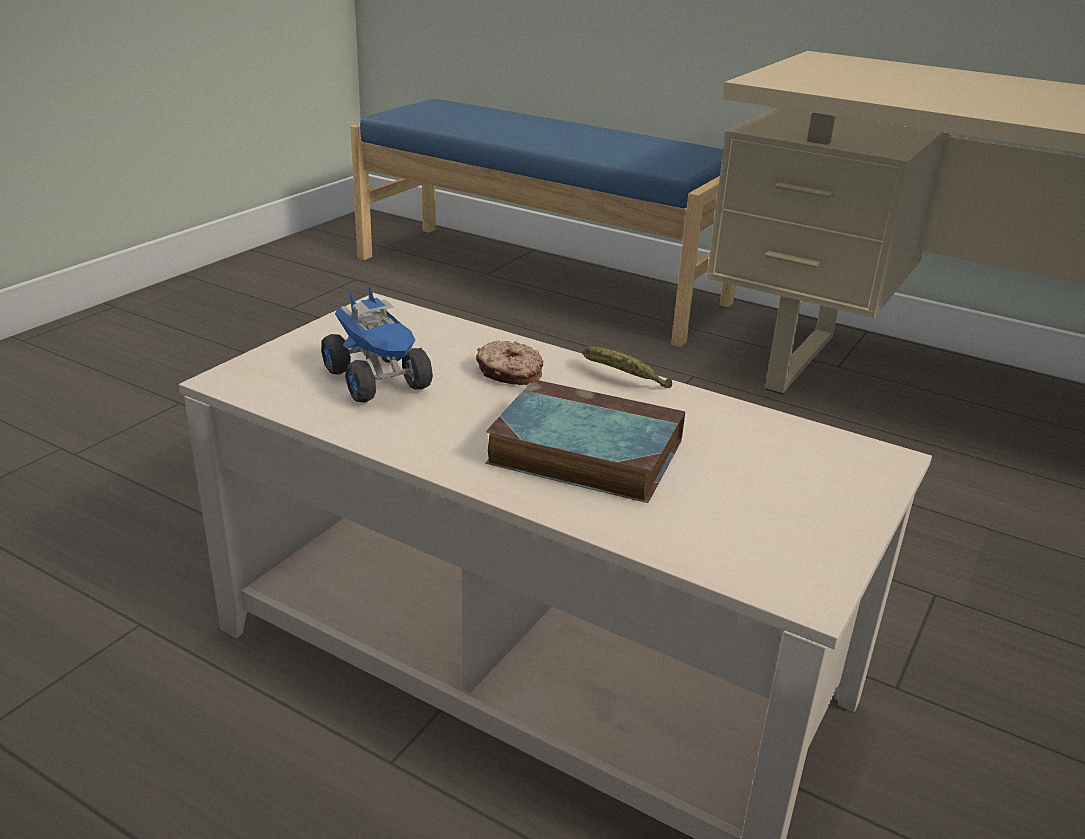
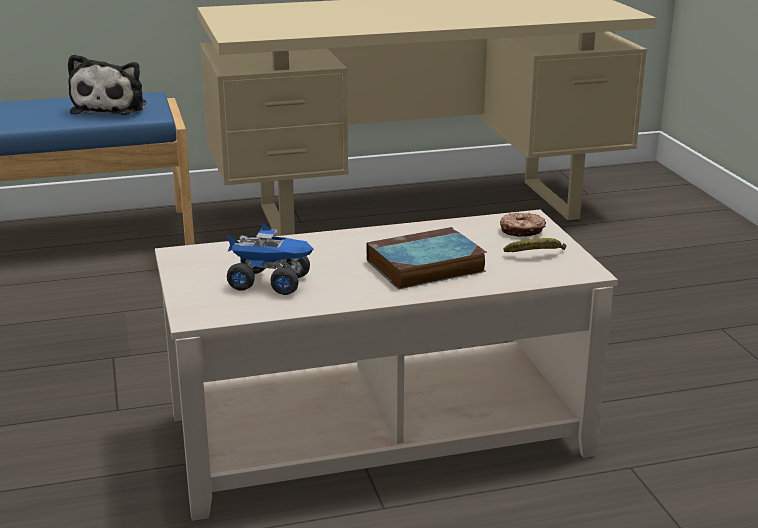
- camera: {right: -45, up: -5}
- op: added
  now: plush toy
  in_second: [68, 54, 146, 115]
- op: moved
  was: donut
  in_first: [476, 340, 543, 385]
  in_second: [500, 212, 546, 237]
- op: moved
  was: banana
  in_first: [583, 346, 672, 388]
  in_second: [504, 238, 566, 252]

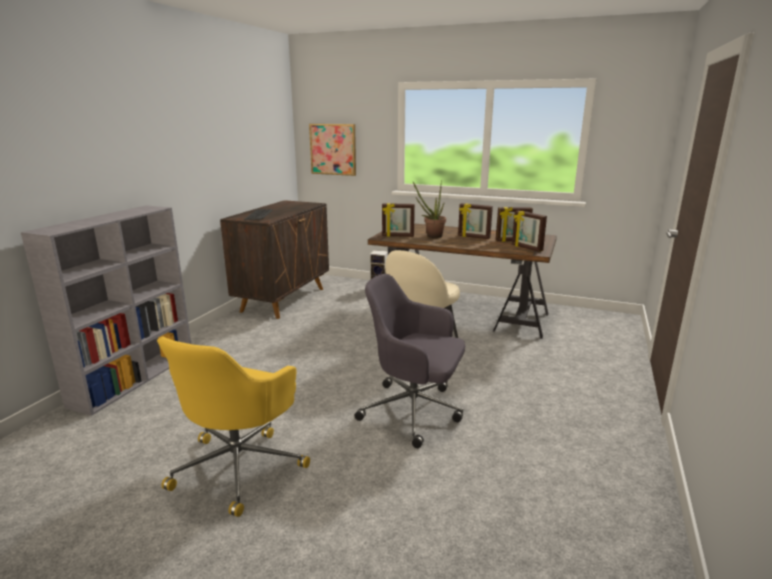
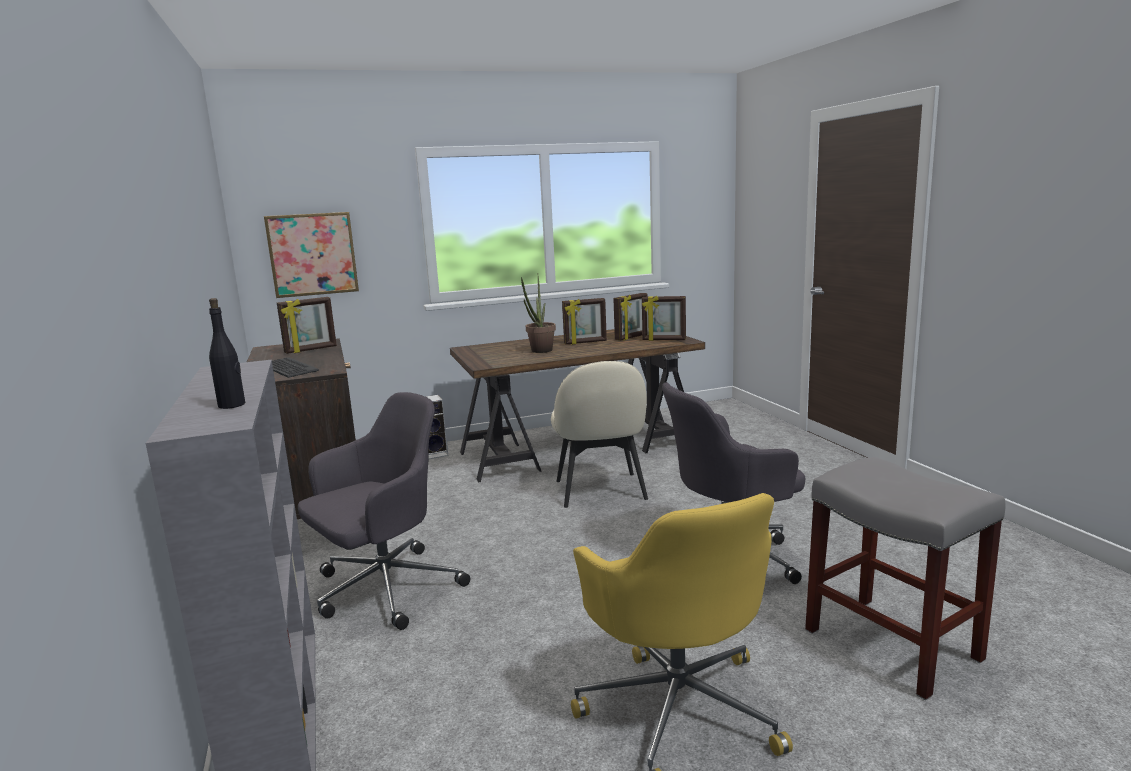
- camera: {right: -40, up: -5}
- op: added
  now: bottle (black)
  in_second: [209, 298, 245, 409]
- op: moved
  was: picture frame
  in_first: [382, 203, 415, 237]
  in_second: [277, 297, 337, 354]
- op: added
  now: office chair (grey)
  in_second: [298, 392, 470, 630]
- op: added
  now: stool (grey)
  in_second: [805, 457, 1006, 700]

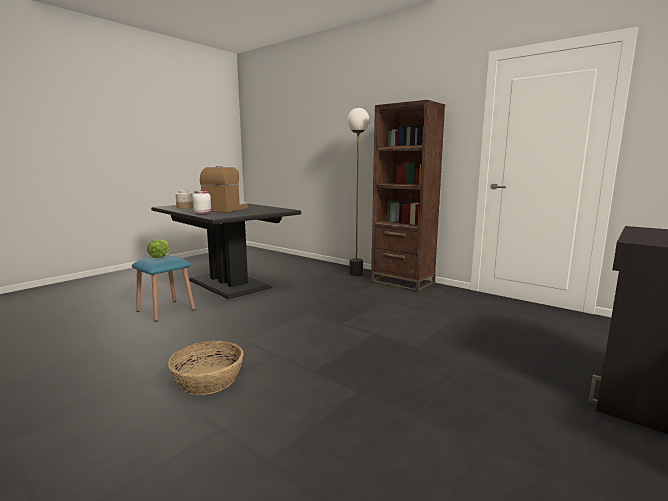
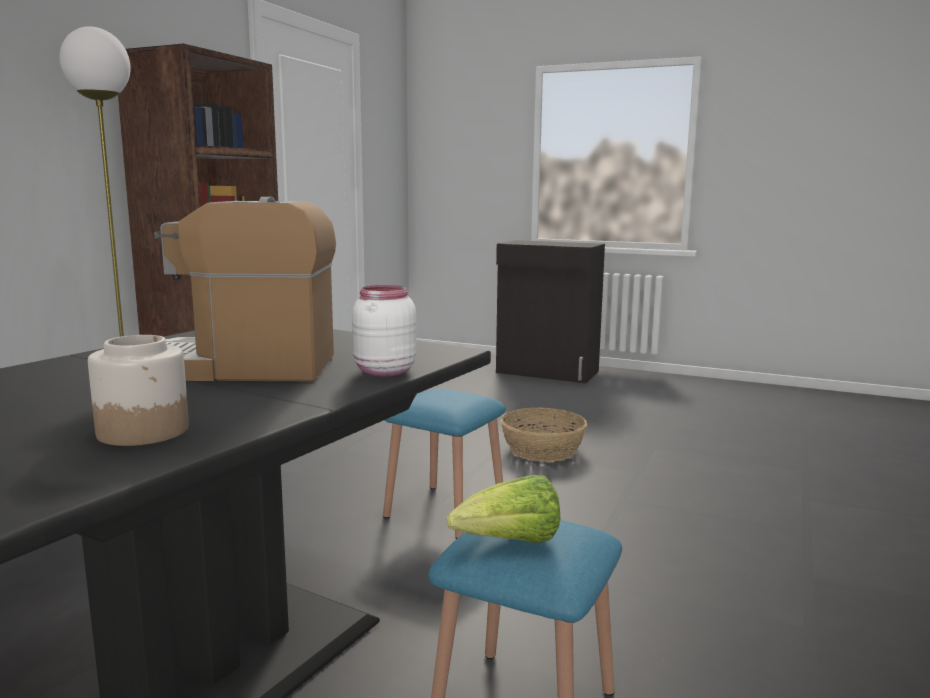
- camera: {right: -105, up: 0}
- op: added
  now: stool (blue)
  in_second: [383, 389, 506, 539]
- op: moved
  was: basket
  in_first: [168, 341, 244, 395]
  in_second: [500, 408, 588, 462]

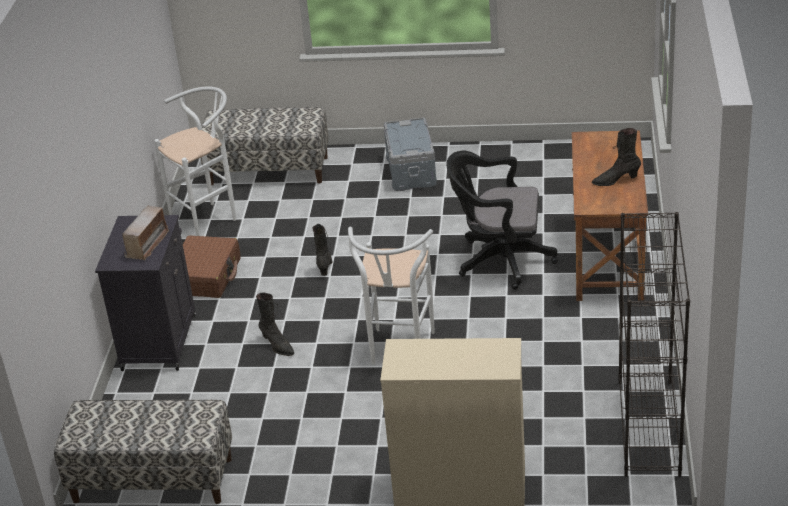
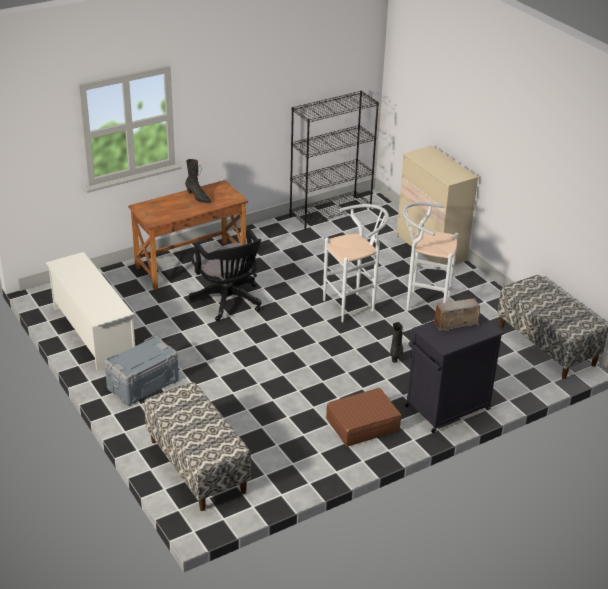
- camera: {right: -130, up: 0}
- op: added
  now: shoe rack (white)
  in_second: [46, 252, 135, 370]
- op: moved
  was: stool (white)
  in_first: [154, 86, 237, 236]
  in_second: [402, 202, 458, 310]
- op: removed
  was: boot (black)
  in_first: [312, 224, 333, 276]

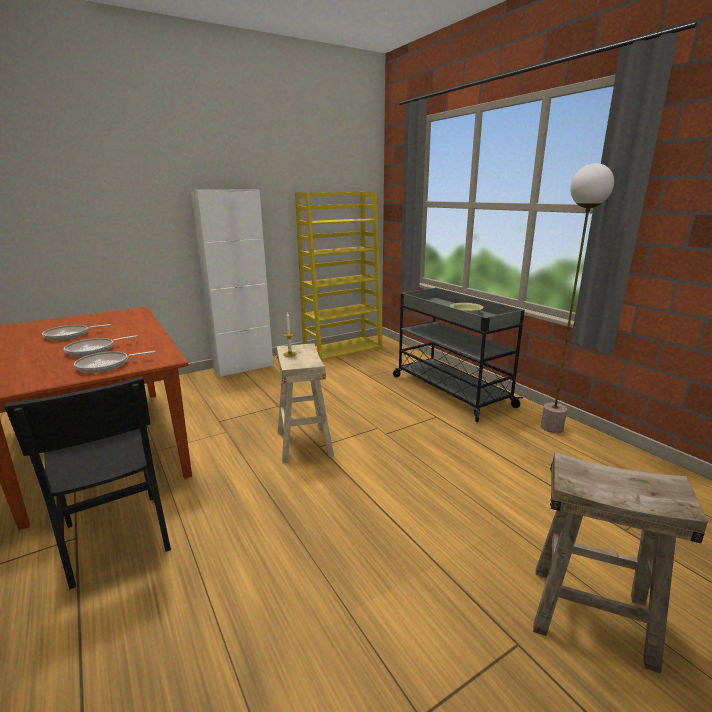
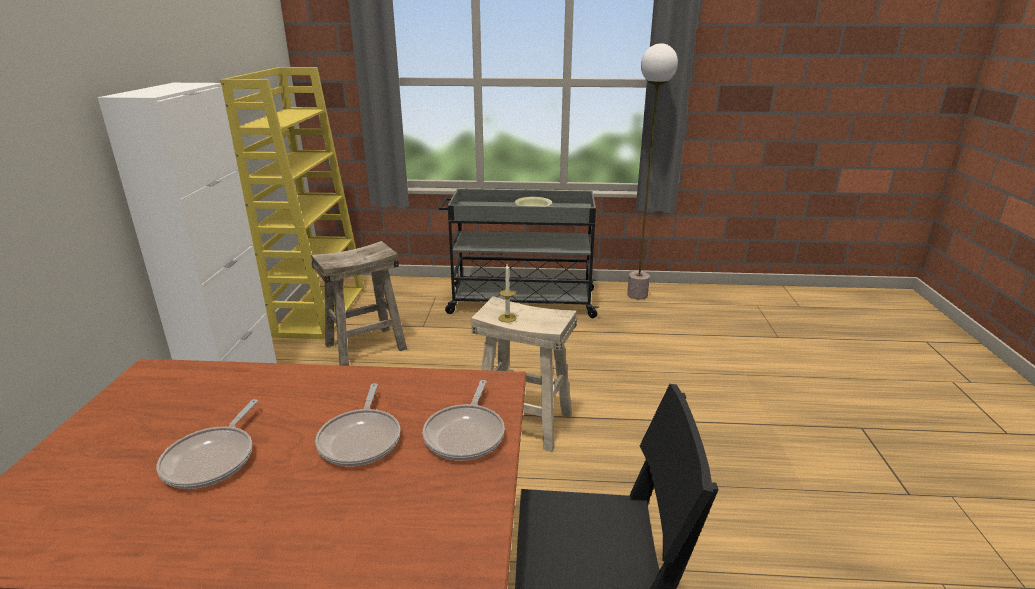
- camera: {right: -55, up: 5}
- op: moved
  was: stool (beige)
  in_first: [533, 452, 708, 674]
  in_second: [311, 241, 407, 366]

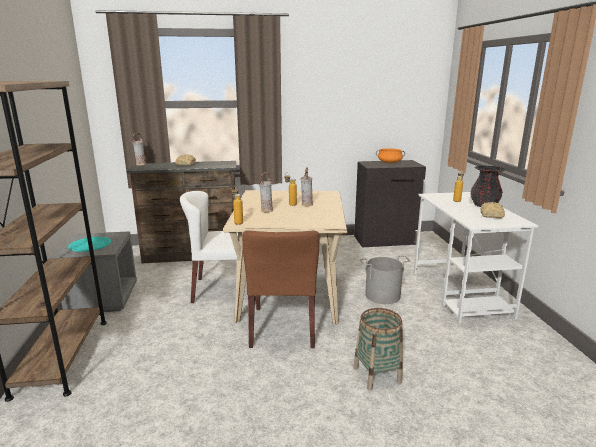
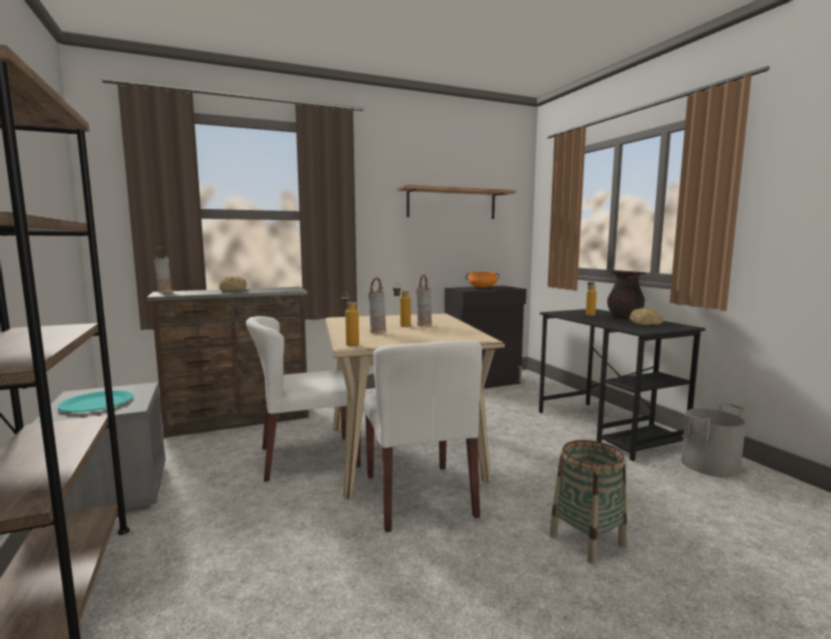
- camera: {right: -15, up: -10}
- op: recoloured
  was: chair (brown)
  now: chair (white)
  in_first: [242, 230, 320, 348]
  in_second: [363, 341, 482, 532]
- op: added
  now: shelf
  in_second: [397, 185, 516, 219]
- op: recoloured
  was: desk (white)
  now: desk (black)
  in_first: [414, 192, 538, 324]
  in_second: [539, 309, 705, 461]
- op: moved
  was: bucket (grey)
  in_first: [360, 255, 411, 304]
  in_second: [681, 403, 747, 478]

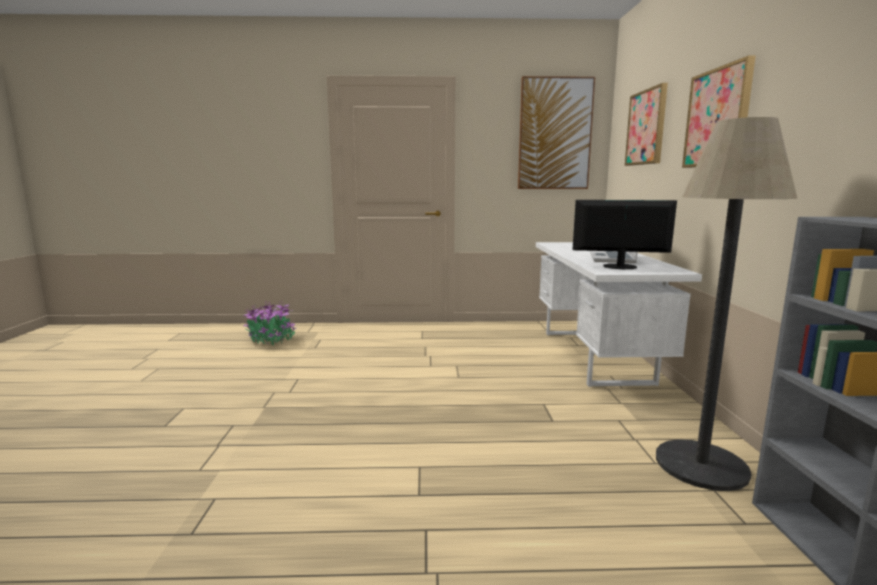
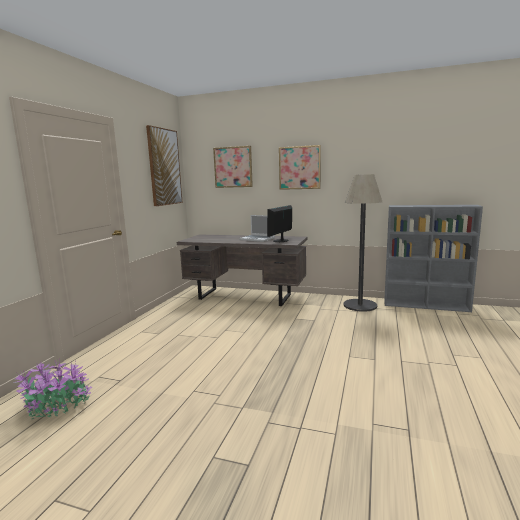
- camera: {right: -70, up: 0}
- op: recoloured
  was: desk (white)
  now: desk (brown)
  in_first: [536, 242, 702, 387]
  in_second: [177, 235, 307, 306]

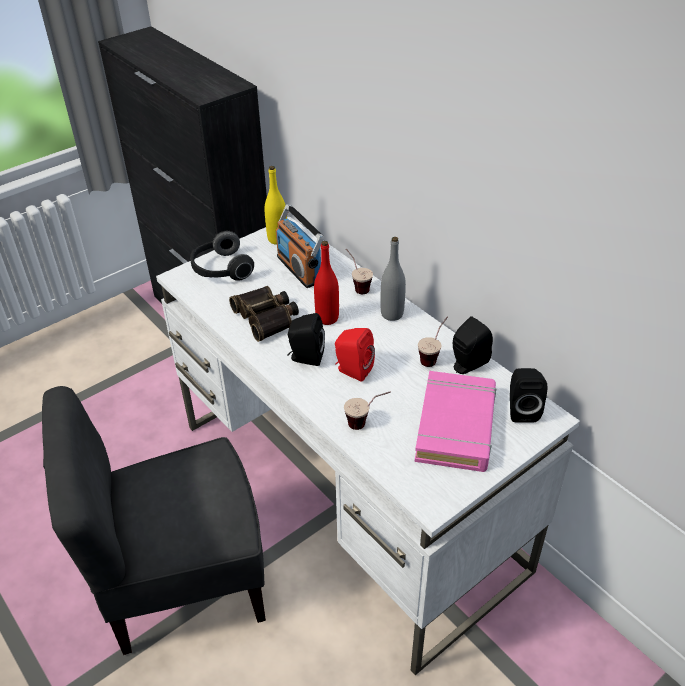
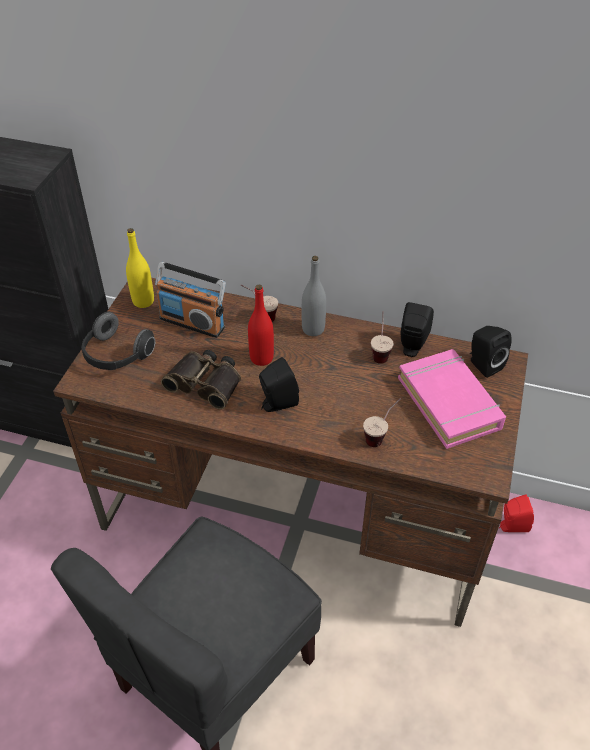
- camera: {right: -35, up: 5}
- op: recoloured
  was: desk (white)
  now: desk (brown)
  in_first: [156, 217, 580, 675]
  in_second: [53, 278, 528, 627]
- op: moved
  was: speaker (red)
  in_first: [335, 328, 375, 382]
  in_second: [499, 494, 534, 532]

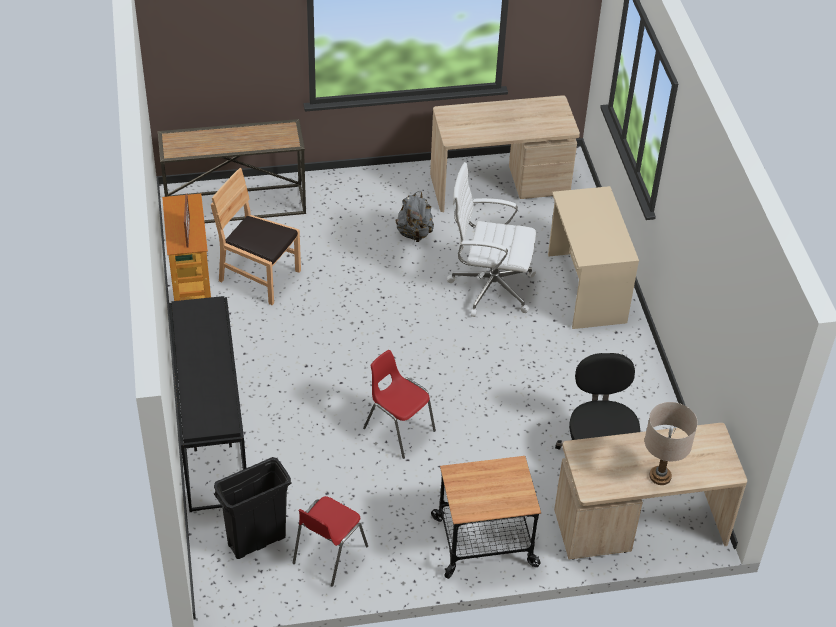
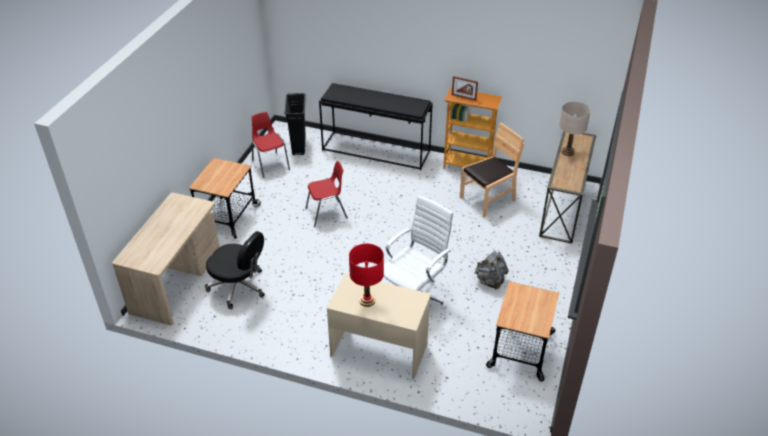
- camera: {right: 120, up: -5}
- op: added
  now: table lamp (red)
  in_second: [349, 244, 384, 307]
- op: replaced
  was: desk (beige)
  now: cart
  in_first: [430, 95, 580, 212]
  in_second: [486, 281, 559, 382]
- op: moved
  was: table lamp (beige)
  in_first: [645, 402, 698, 485]
  in_second: [559, 102, 591, 156]

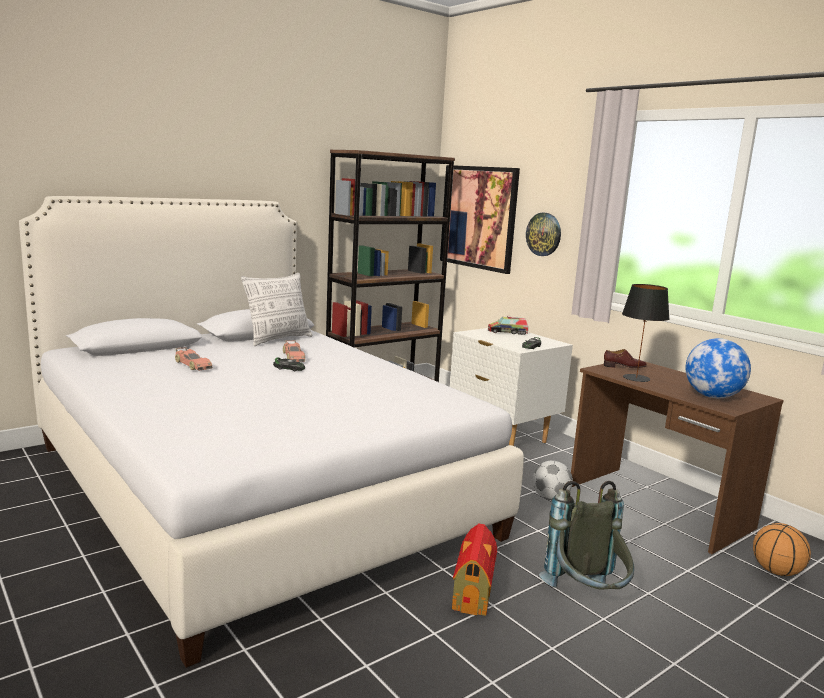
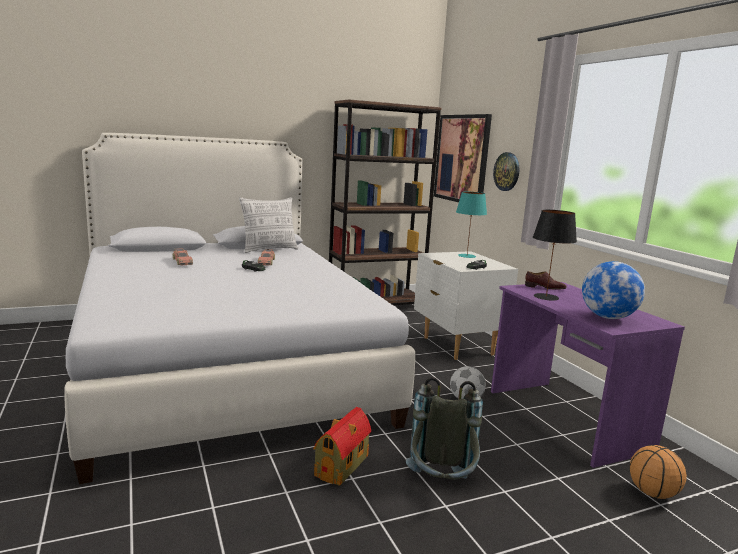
- camera: {right: 15, up: 0}
- op: replaced
  was: toy truck
  now: table lamp (turquoise)
  in_first: [488, 316, 529, 335]
  in_second: [456, 192, 487, 258]
- op: recoloured
  was: desk (brown)
  now: desk (purple)
  in_first: [571, 361, 784, 554]
  in_second: [491, 282, 685, 468]

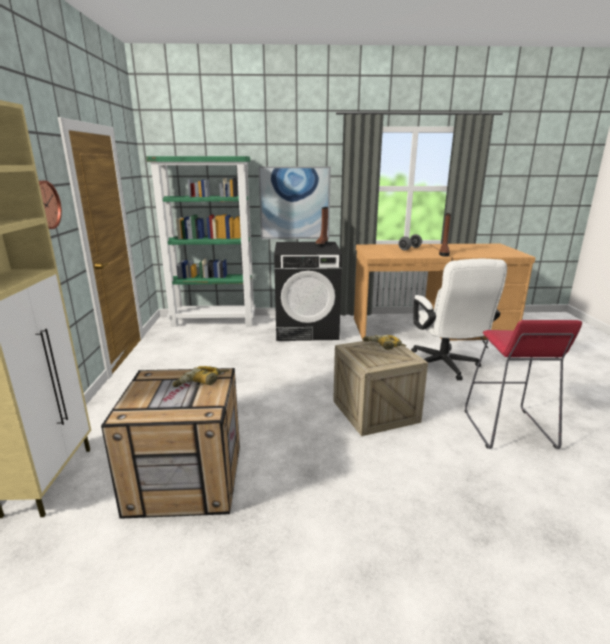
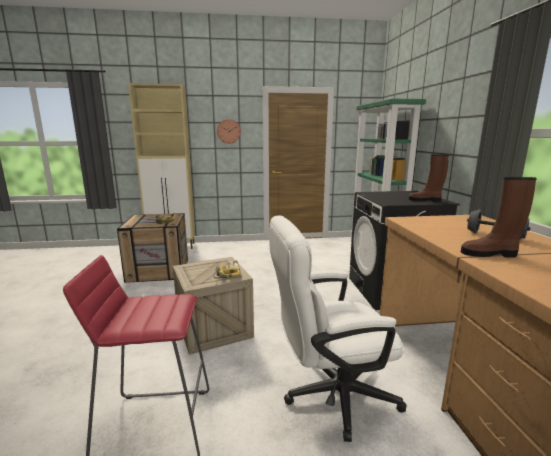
- camera: {right: 85, up: -5}
- op: removed
  was: picture
  in_first: [258, 166, 331, 239]

